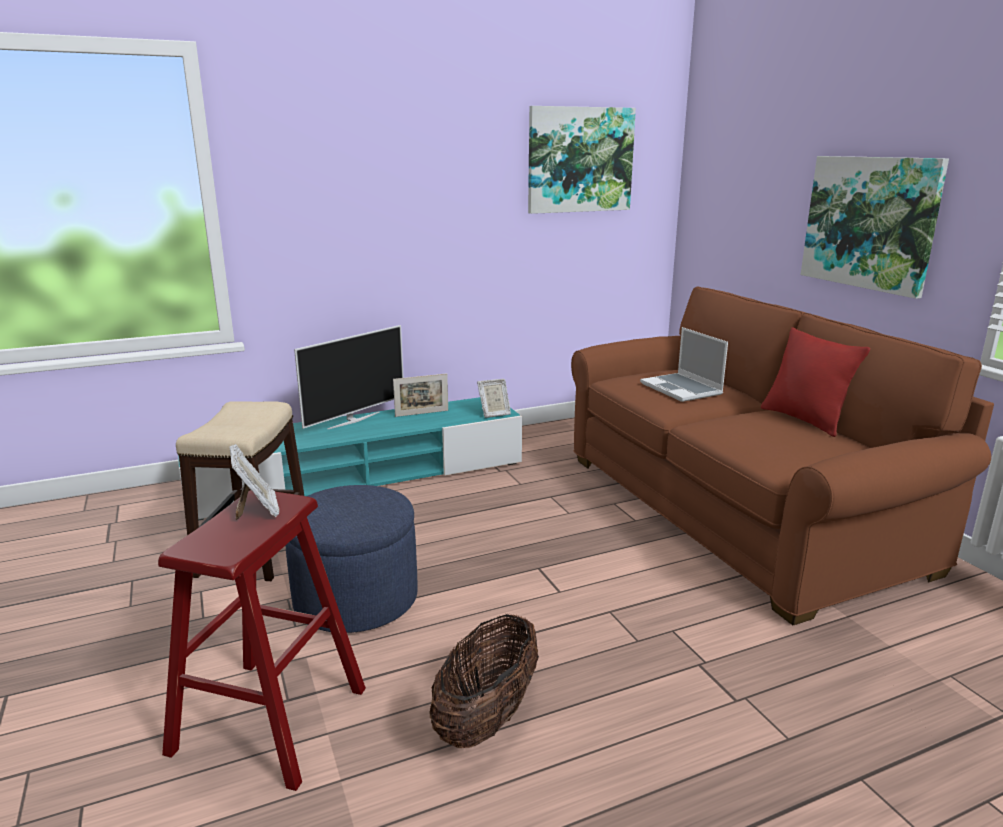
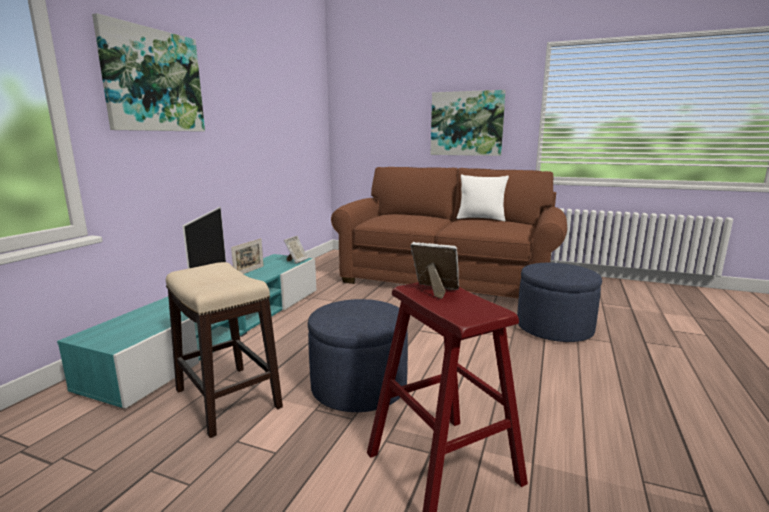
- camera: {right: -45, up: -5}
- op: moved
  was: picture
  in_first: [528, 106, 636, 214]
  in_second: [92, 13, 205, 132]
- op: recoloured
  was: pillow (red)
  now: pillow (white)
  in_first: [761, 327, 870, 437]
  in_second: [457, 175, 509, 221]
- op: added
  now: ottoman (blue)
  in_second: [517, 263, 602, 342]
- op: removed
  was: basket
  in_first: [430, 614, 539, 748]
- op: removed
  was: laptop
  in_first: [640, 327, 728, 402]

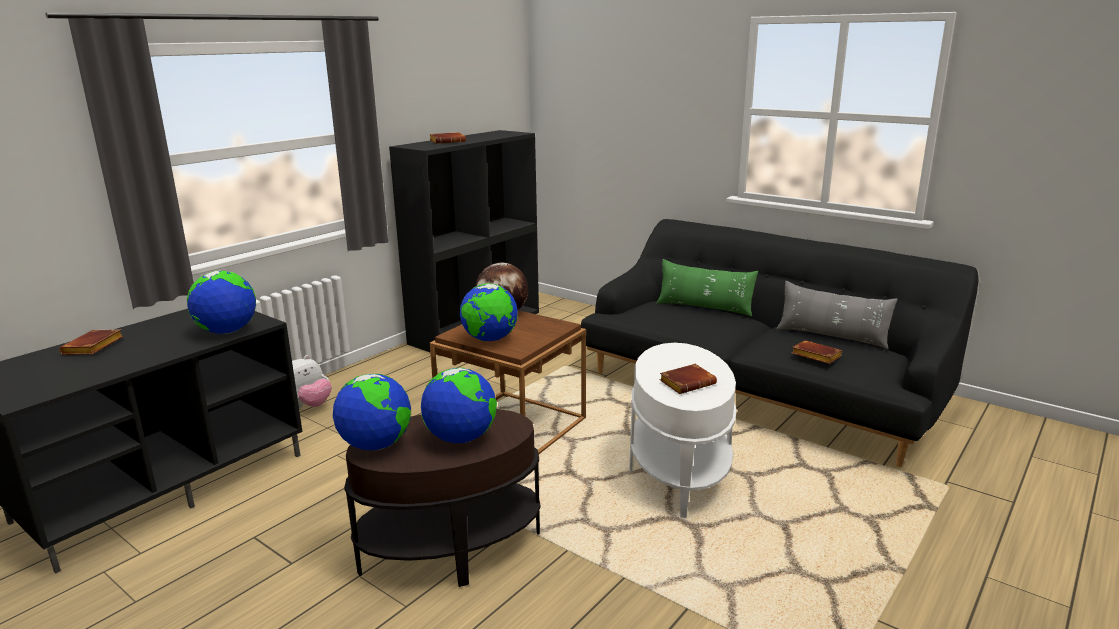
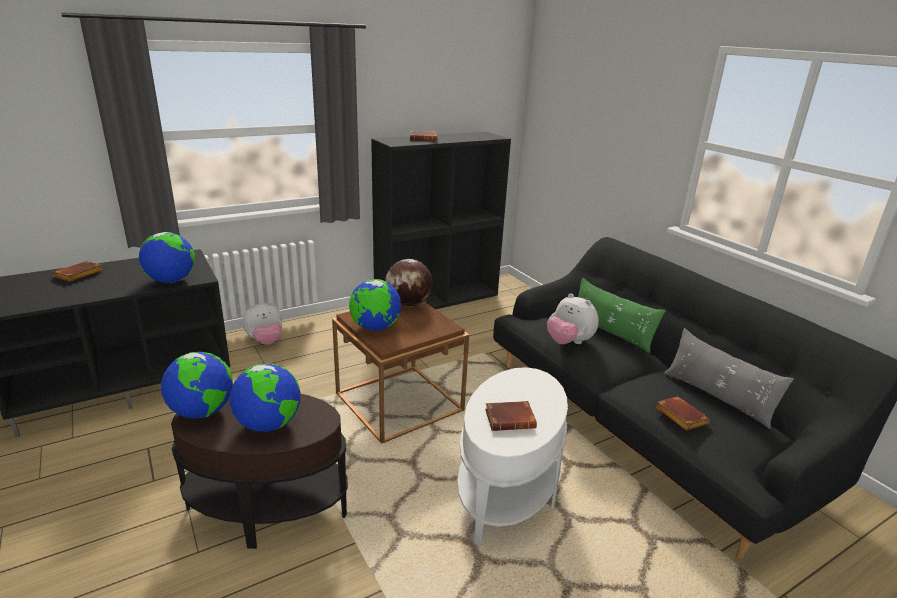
- camera: {right: 20, up: 5}
- op: added
  now: plush toy
  in_second: [547, 294, 599, 344]

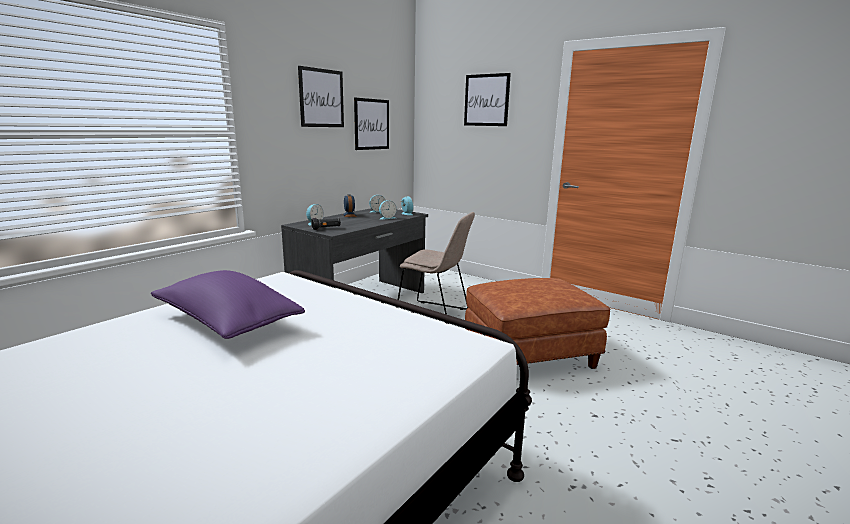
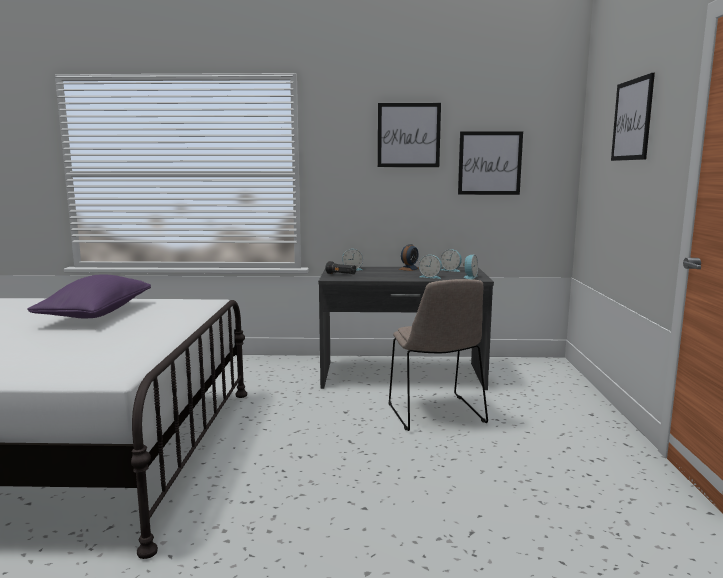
- camera: {right: 55, up: -5}
- op: removed
  was: ottoman (brown)
  in_first: [465, 278, 610, 369]

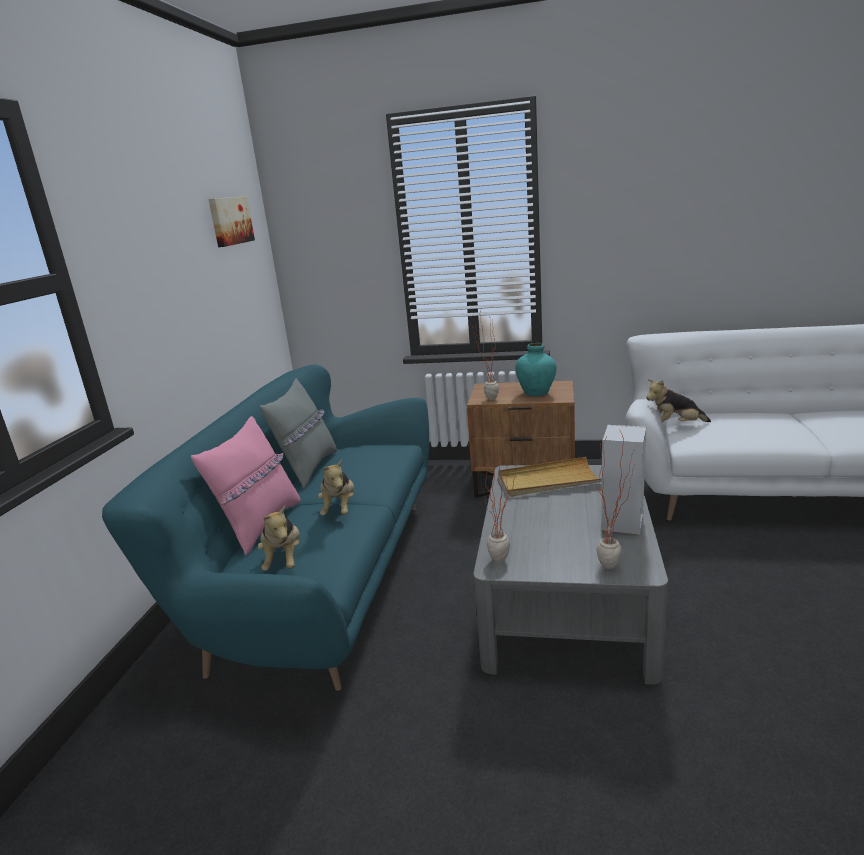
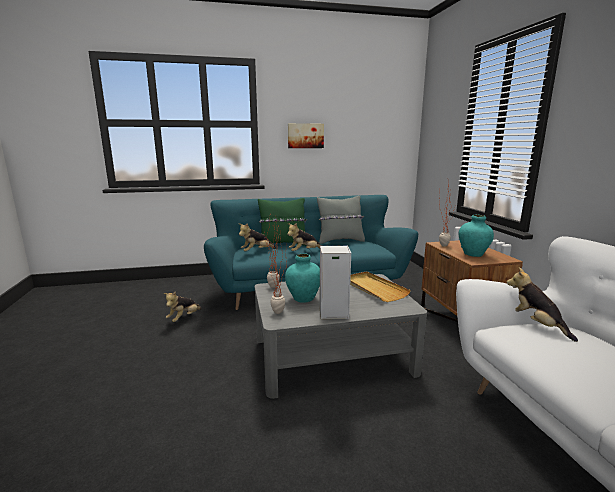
- camera: {right: 65, up: -5}
- op: added
  now: plush toy
  in_second: [164, 291, 202, 322]
- op: recoloured
  was: pillow (pink)
  now: pillow (green)
  in_first: [191, 416, 301, 555]
  in_second: [258, 198, 307, 246]
- op: added
  now: vase (turquoise)
  in_second: [285, 253, 320, 303]
- op: moved
  was: picture
  in_first: [208, 196, 255, 247]
  in_second: [288, 123, 324, 148]

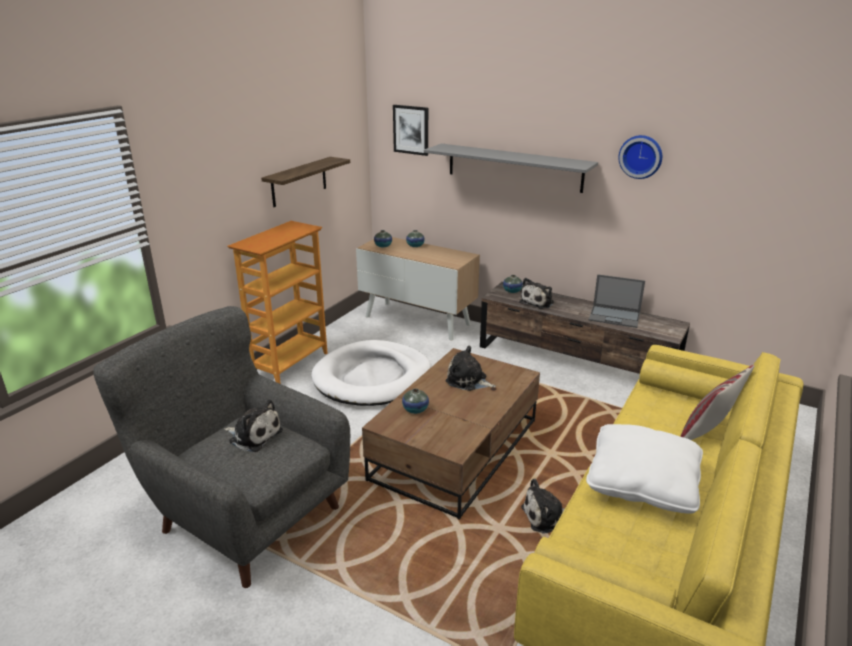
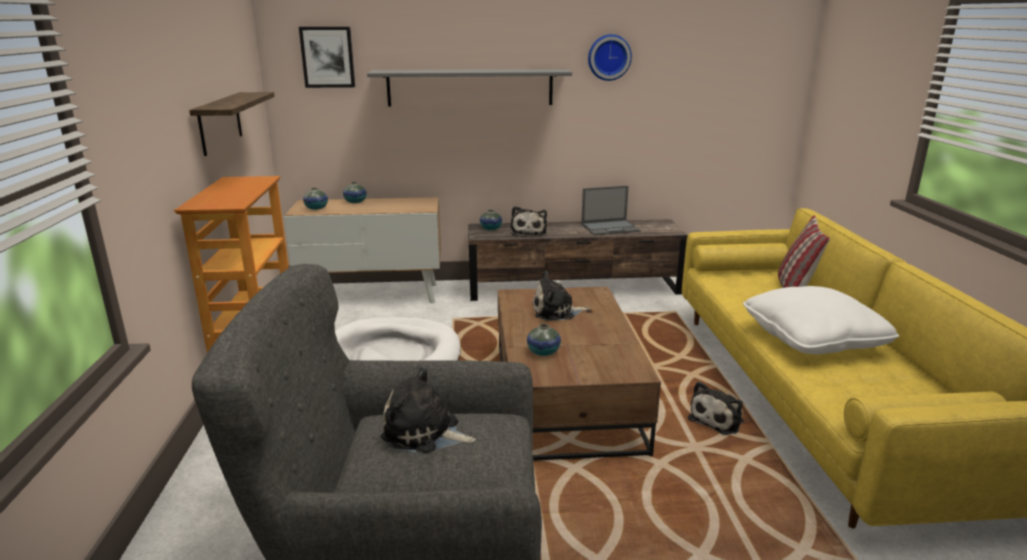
- camera: {right: -35, up: -5}
- op: turned
  was: plush toy
  in_first: [224, 400, 283, 452]
  in_second: [381, 367, 476, 454]
  clockwise: -150

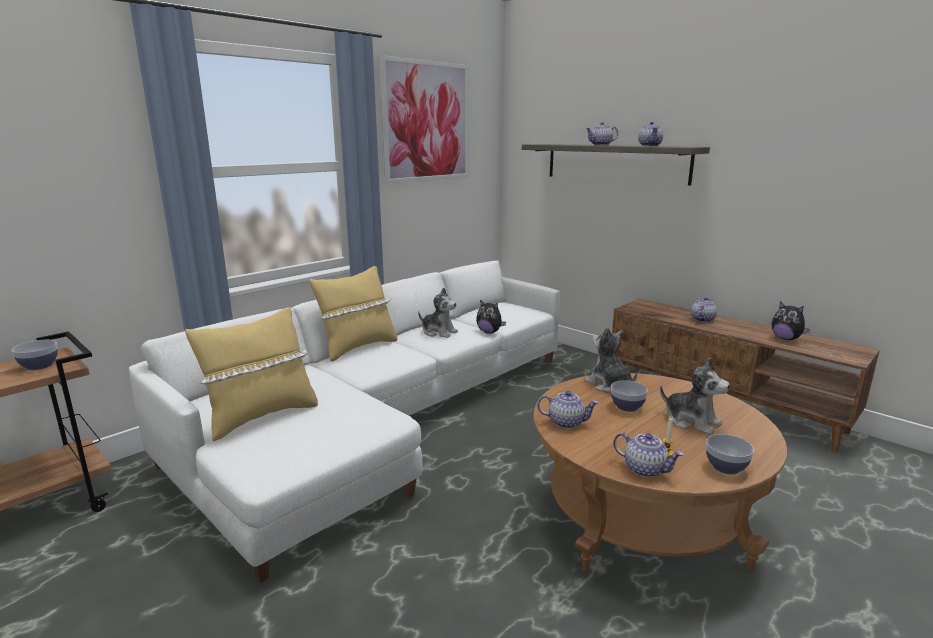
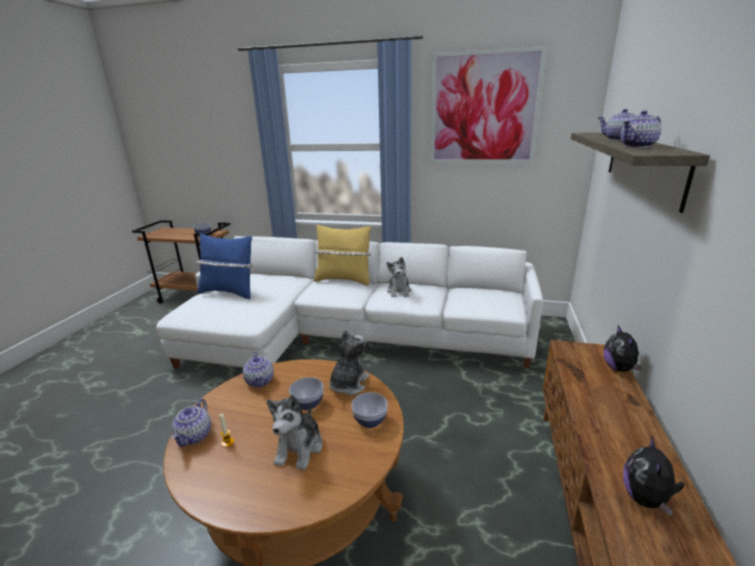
- camera: {right: 60, up: 5}
- op: recoloured
  was: pillow (yellow)
  now: pillow (blue)
  in_first: [185, 307, 318, 442]
  in_second: [196, 233, 253, 299]
- op: moved
  was: bowl
  in_first: [706, 434, 754, 475]
  in_second: [351, 392, 388, 428]
- op: moved
  was: plush toy
  in_first: [476, 300, 506, 334]
  in_second: [604, 325, 642, 372]
- op: removed
  was: teapot
  in_first: [691, 297, 717, 322]

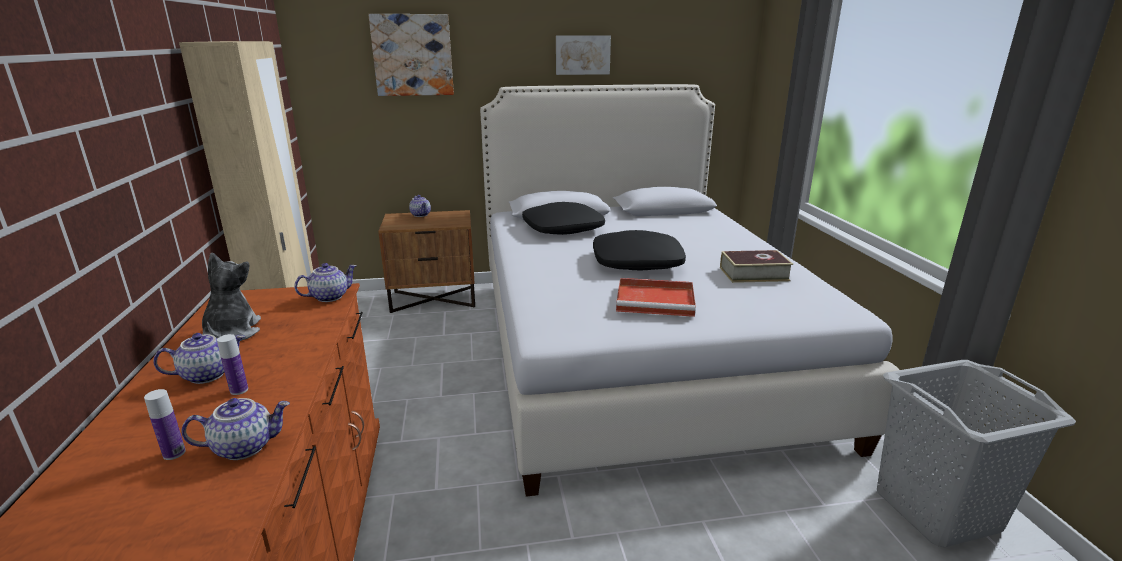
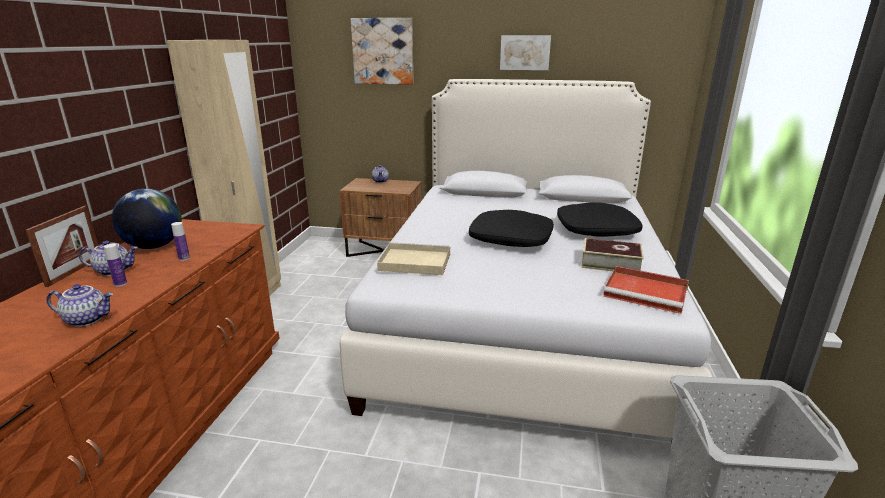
- camera: {right: 20, up: 0}
- op: added
  now: picture frame
  in_second: [26, 206, 98, 287]
- op: replaced
  was: plush toy
  now: globe
  in_first: [202, 253, 261, 341]
  in_second: [112, 189, 182, 249]
- op: moved
  was: bottle
  in_first: [144, 389, 186, 460]
  in_second: [171, 222, 190, 261]
- op: added
  now: tray (beige)
  in_second: [377, 243, 450, 275]
- op: moved
  was: pillow (black)
  in_first: [522, 202, 605, 235]
  in_second: [557, 202, 642, 237]
- op: moved
  was: tray (red)
  in_first: [616, 278, 696, 317]
  in_second: [603, 266, 689, 314]
- op: removed
  was: teapot
  in_first: [294, 263, 357, 302]

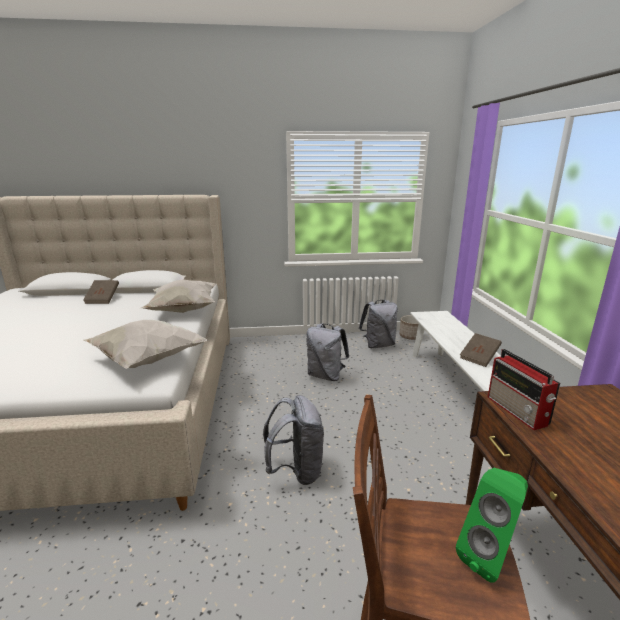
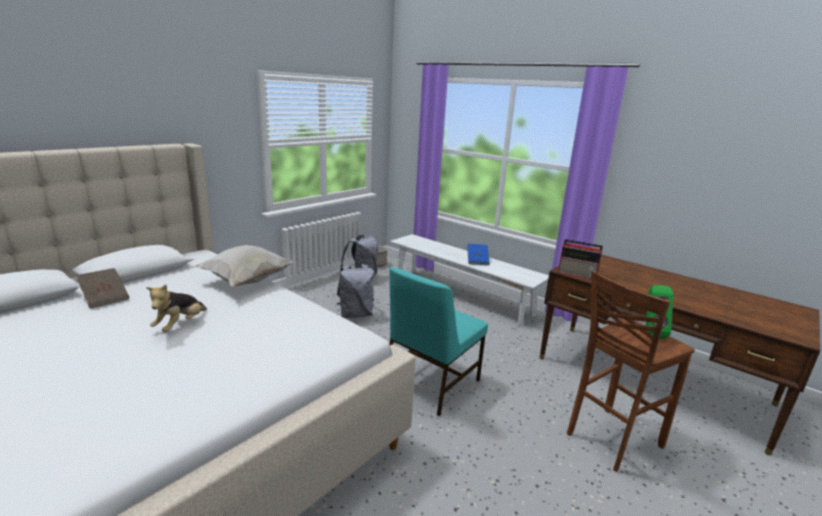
- camera: {right: -45, up: 0}
- op: added
  now: plush toy
  in_second: [146, 284, 207, 332]
- op: replaced
  was: backpack (grey)
  now: chair (turquoise)
  in_first: [263, 395, 324, 485]
  in_second: [389, 267, 488, 416]
- op: recoloured
  was: book (brown)
  now: book (blue)
  in_first: [460, 333, 502, 367]
  in_second: [467, 244, 490, 265]
- op: removed
  was: pillow (white)
  in_first: [83, 320, 209, 369]

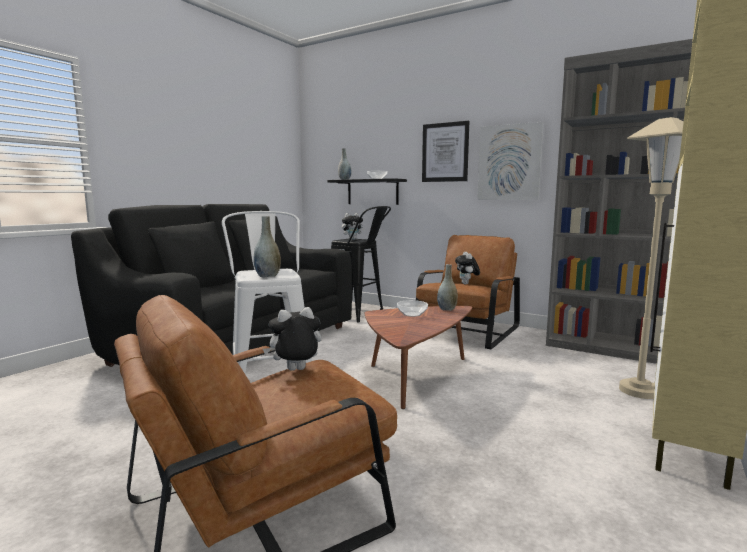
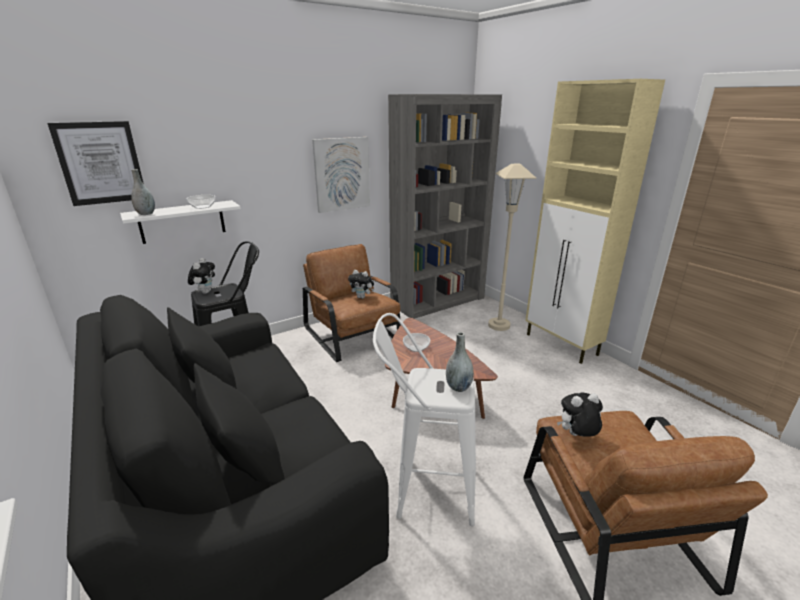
- camera: {right: -65, up: 15}
- op: moved
  was: picture
  in_first: [422, 121, 469, 182]
  in_second: [48, 121, 144, 206]
- op: recoloured
  was: shelf (black)
  now: shelf (white)
  in_first: [327, 178, 407, 205]
  in_second: [120, 200, 241, 244]
- op: turned
  was: plush toy
  in_first: [263, 307, 322, 371]
  in_second: [557, 393, 603, 437]
  clockwise: 75
- op: removed
  was: vase (grey)
  in_first: [437, 264, 458, 311]

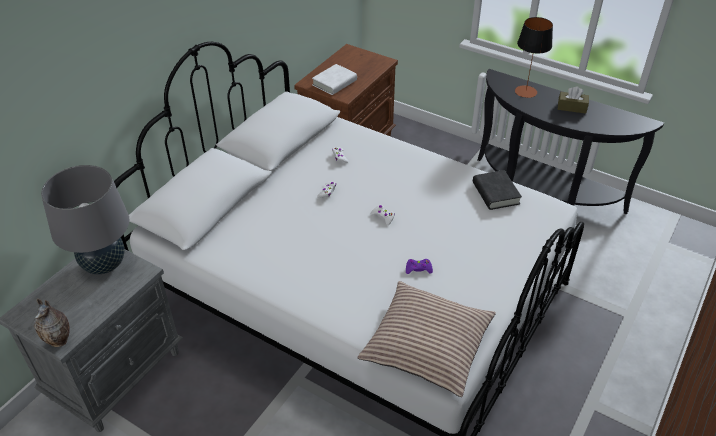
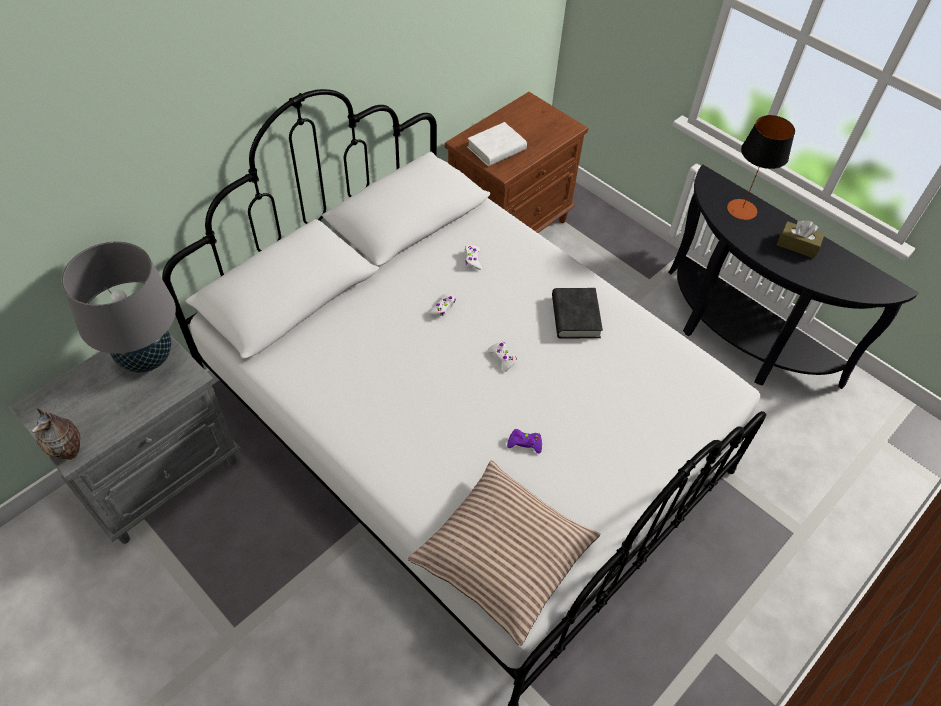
- camera: {right: 10, up: 10}
- op: moved
  was: book (black)
  in_first: [473, 170, 522, 210]
  in_second: [552, 288, 603, 338]

